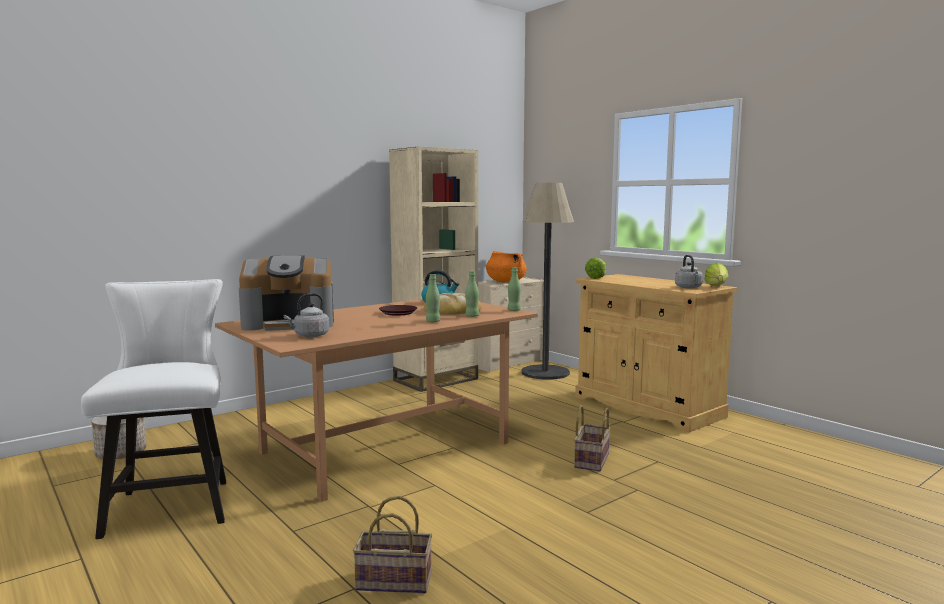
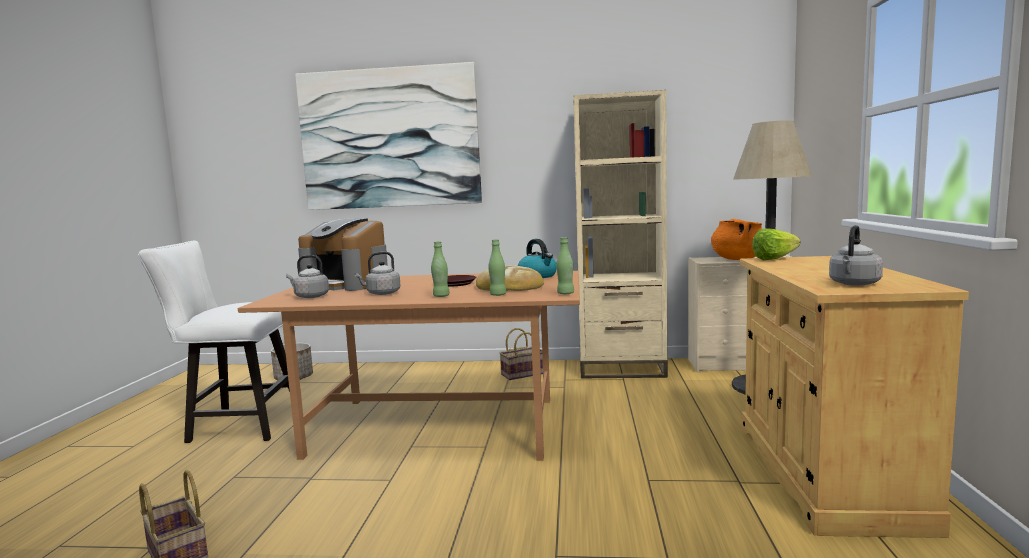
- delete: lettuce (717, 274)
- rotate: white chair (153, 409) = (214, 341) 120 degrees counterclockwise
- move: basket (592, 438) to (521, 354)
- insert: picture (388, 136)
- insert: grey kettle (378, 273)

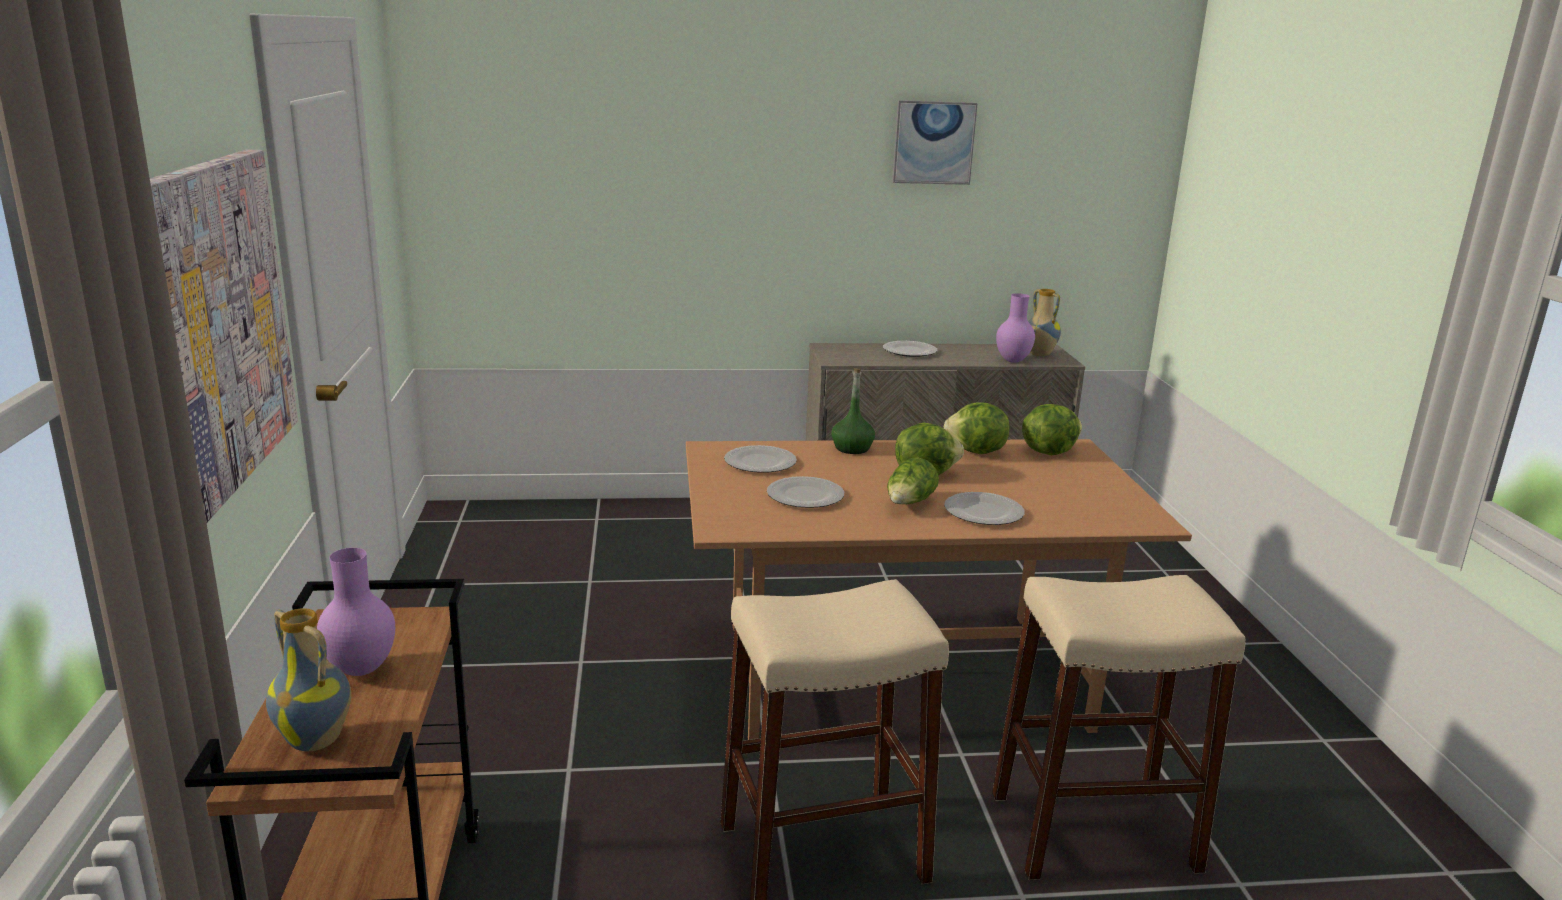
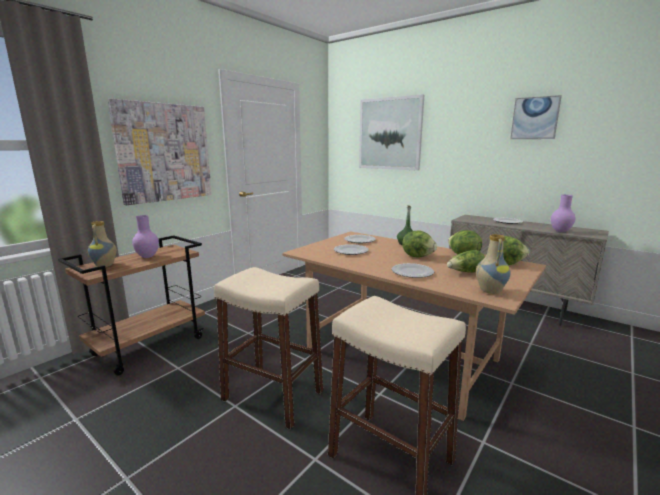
- move: vase (1044, 322) to (493, 264)
- move: lettuce (913, 480) to (466, 261)
- insert: picture (391, 132)

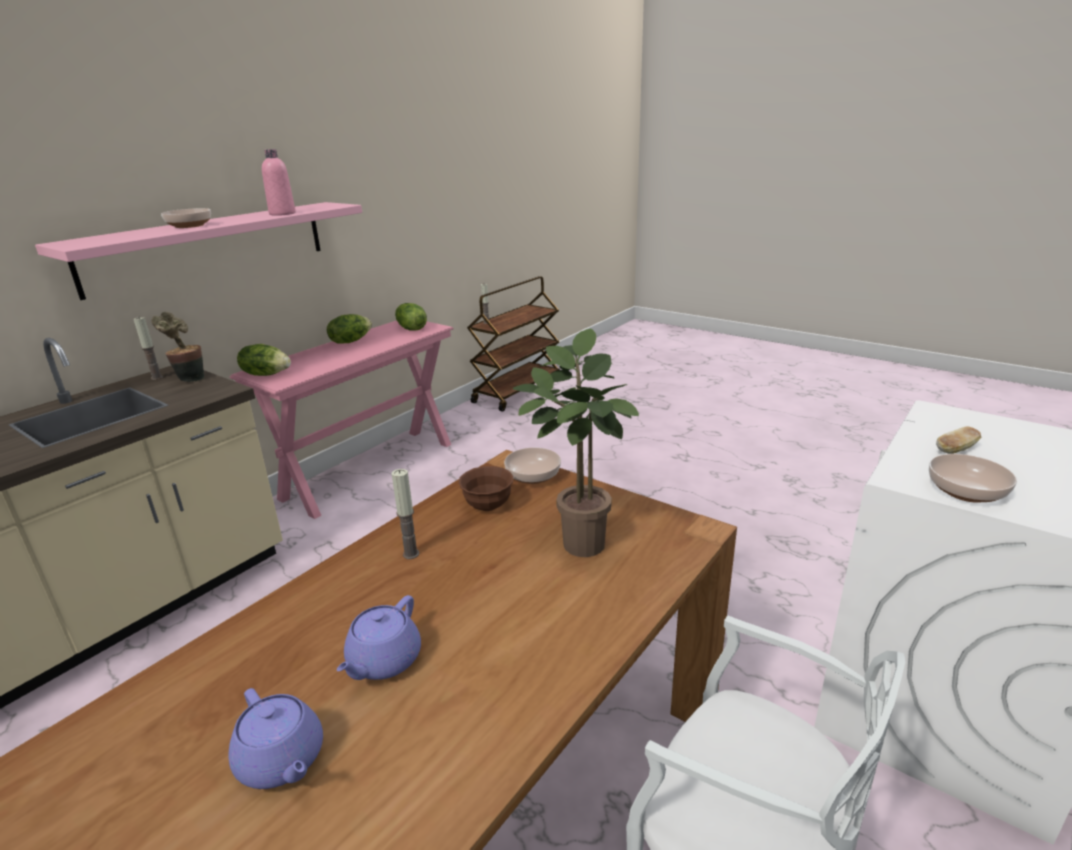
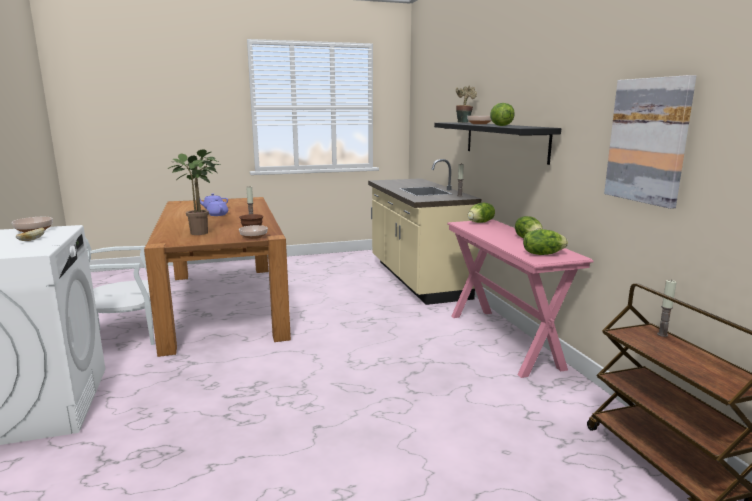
- replace: pink bottle (279, 182) to lettuce (502, 114)
- recolor: pink shelf (198, 251) to black shelf (497, 143)
- move: potted plant (177, 347) to (466, 104)
- insert: picture (650, 142)

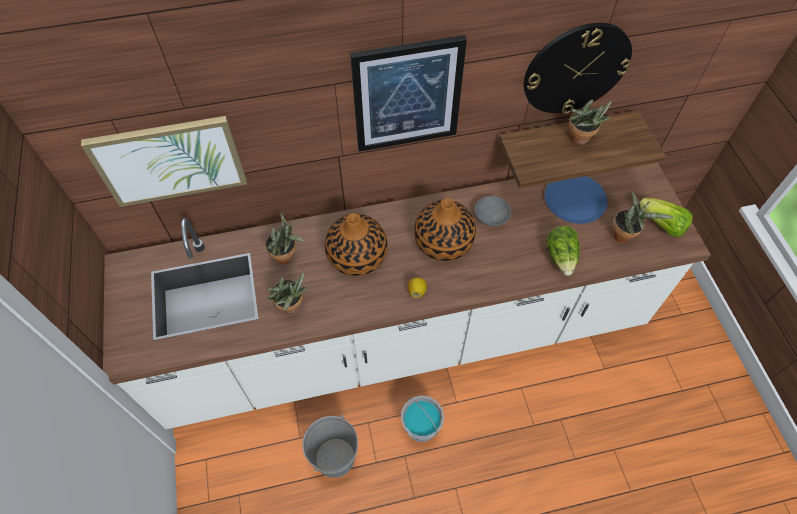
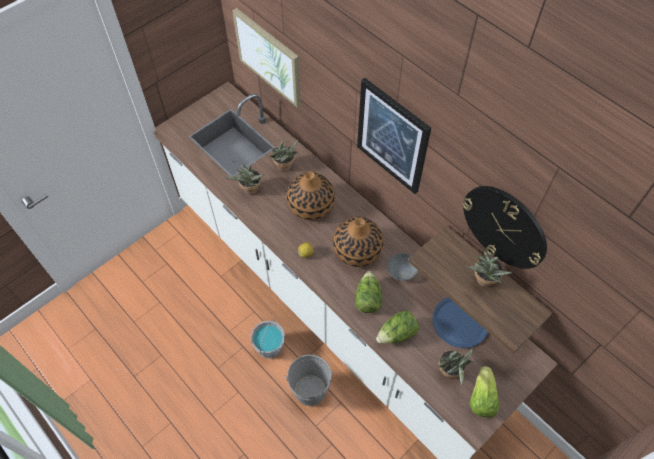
- move: grey bucket (330, 445) to (309, 380)
- insert: lettuce (369, 292)

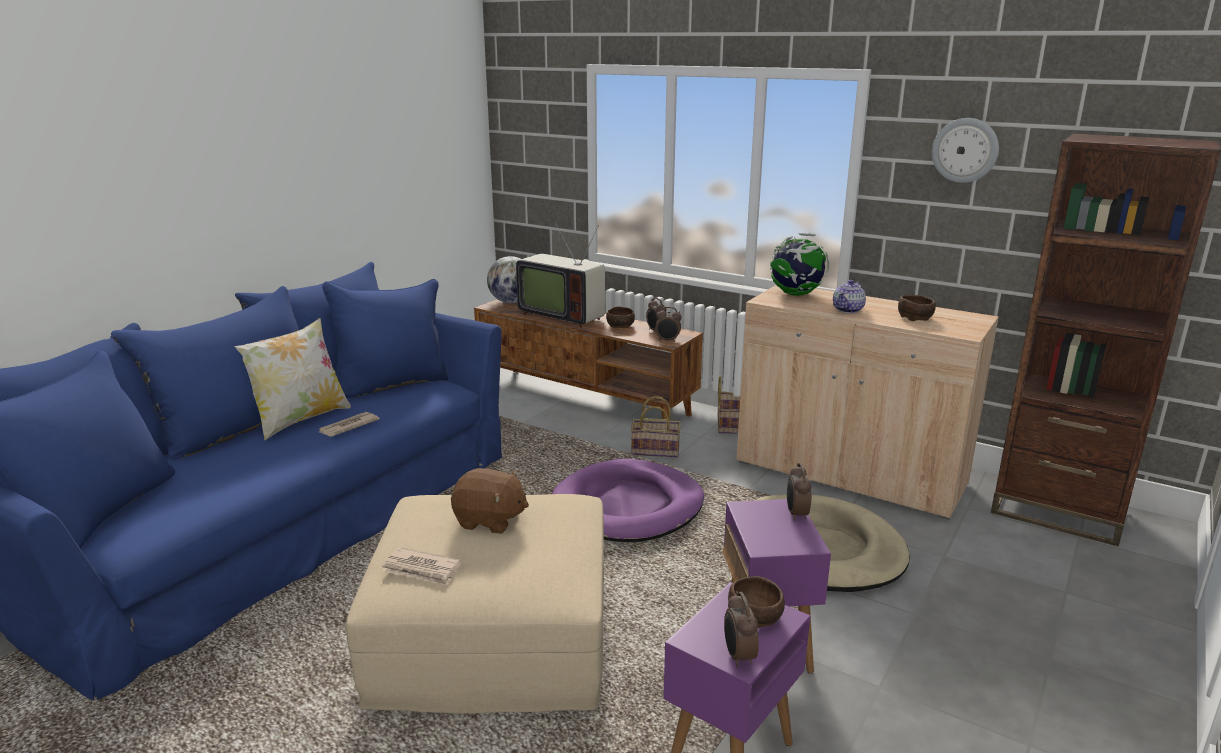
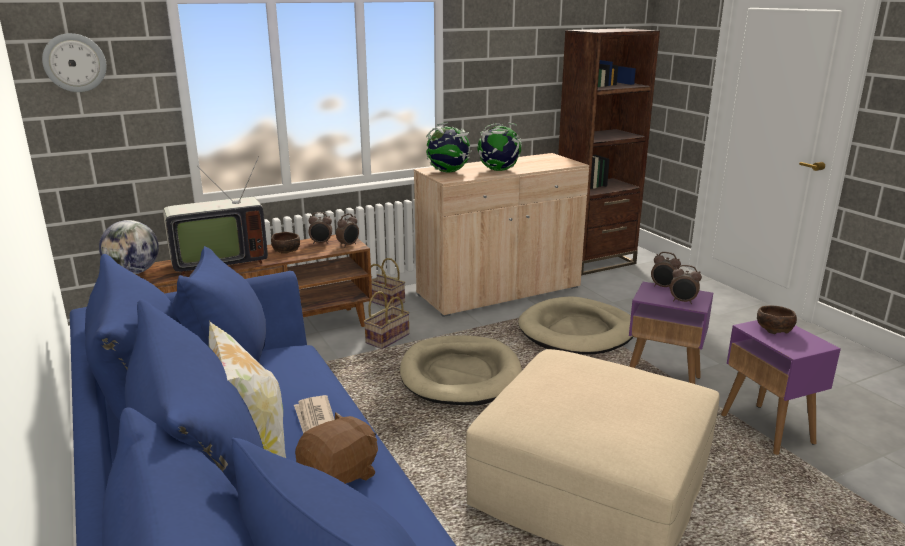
- move: wall clock (965, 150) to (74, 62)
- replace: teapot (849, 296) to globe (499, 146)
- delete: brown bowl (917, 308)
- recolor: purple dog bed (628, 500) to beige dog bed (461, 370)
- move: brown plush toy (490, 501) to (336, 448)
- delete: newspaper (421, 566)
- move: alarm clock (741, 629) to (686, 284)

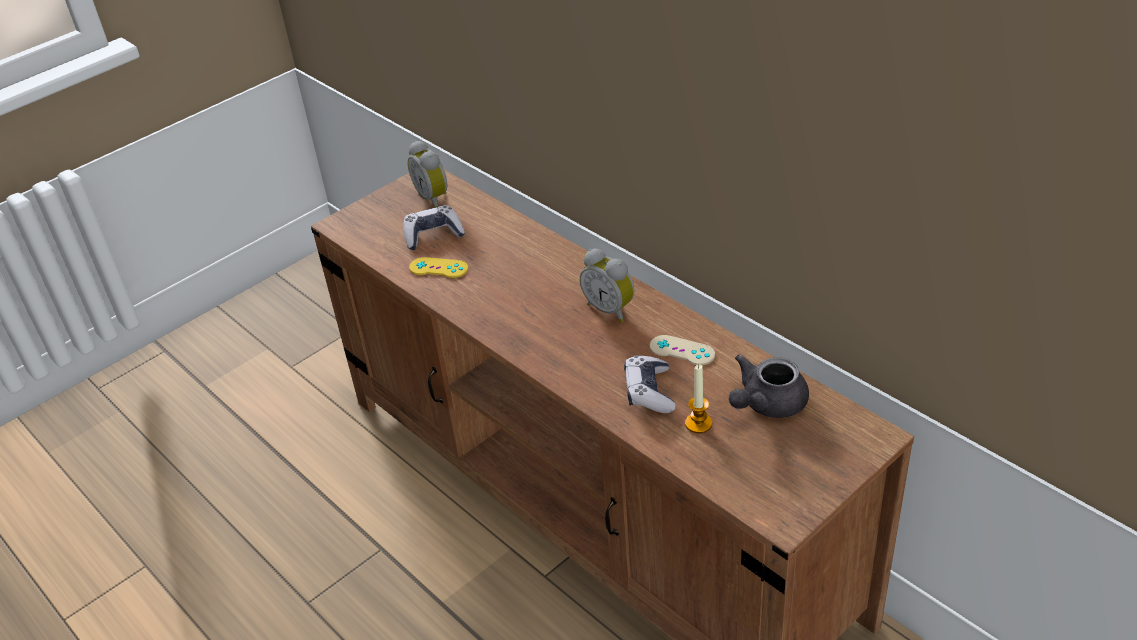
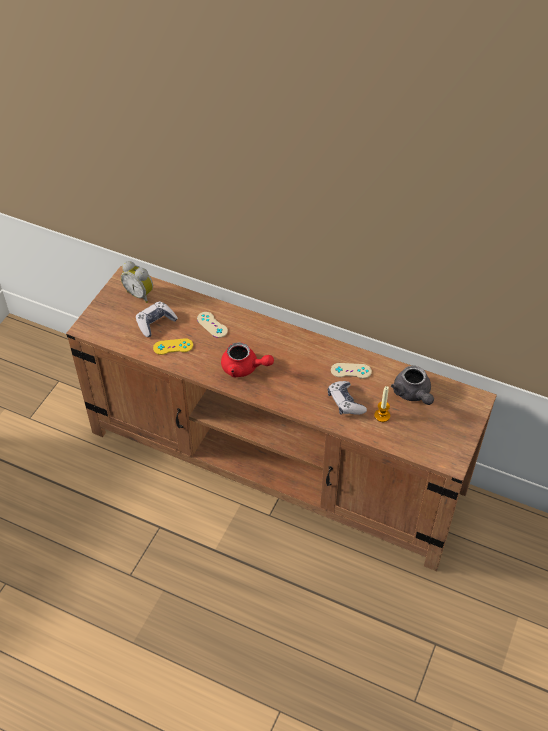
- delete: alarm clock (607, 286)
- rotate: grey teapot (769, 386) = (412, 385) 45 degrees counterclockwise
- insert: beige game controller (212, 325)
- insert: red teapot (247, 360)

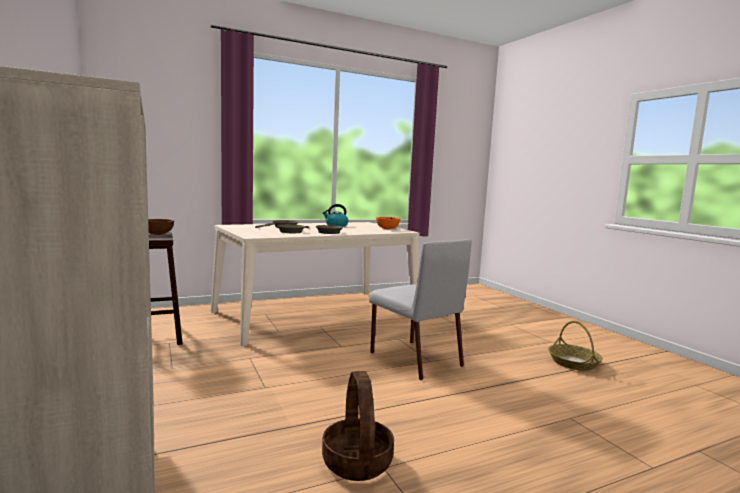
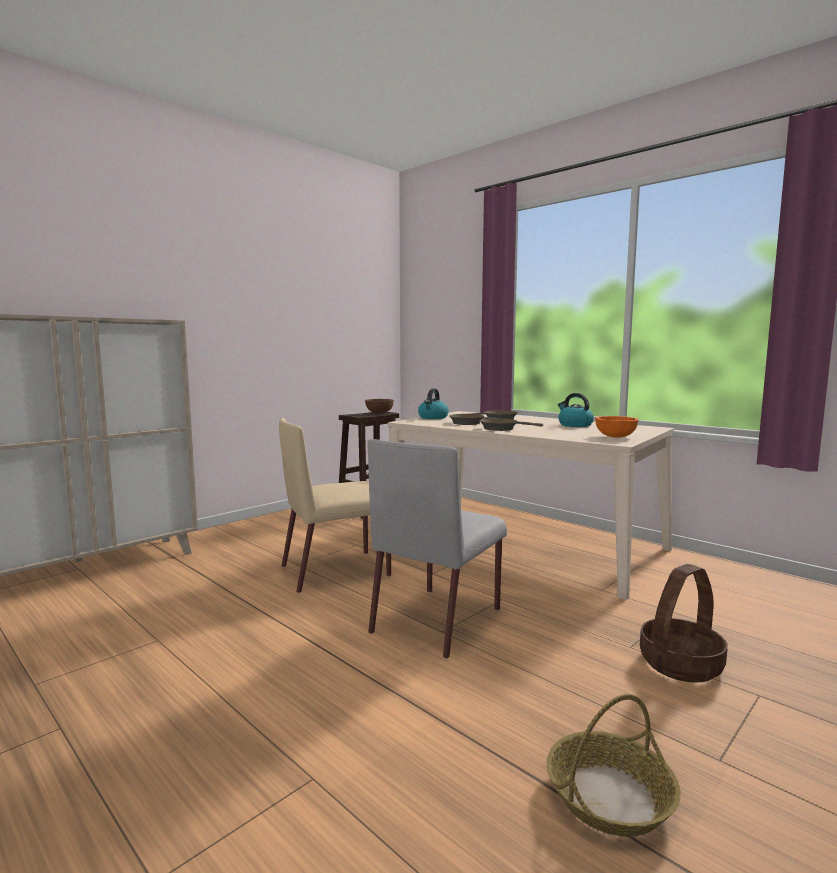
- move: basket (358, 426) to (684, 623)
- insert: kettle (433, 404)
- insert: beige chair (335, 505)

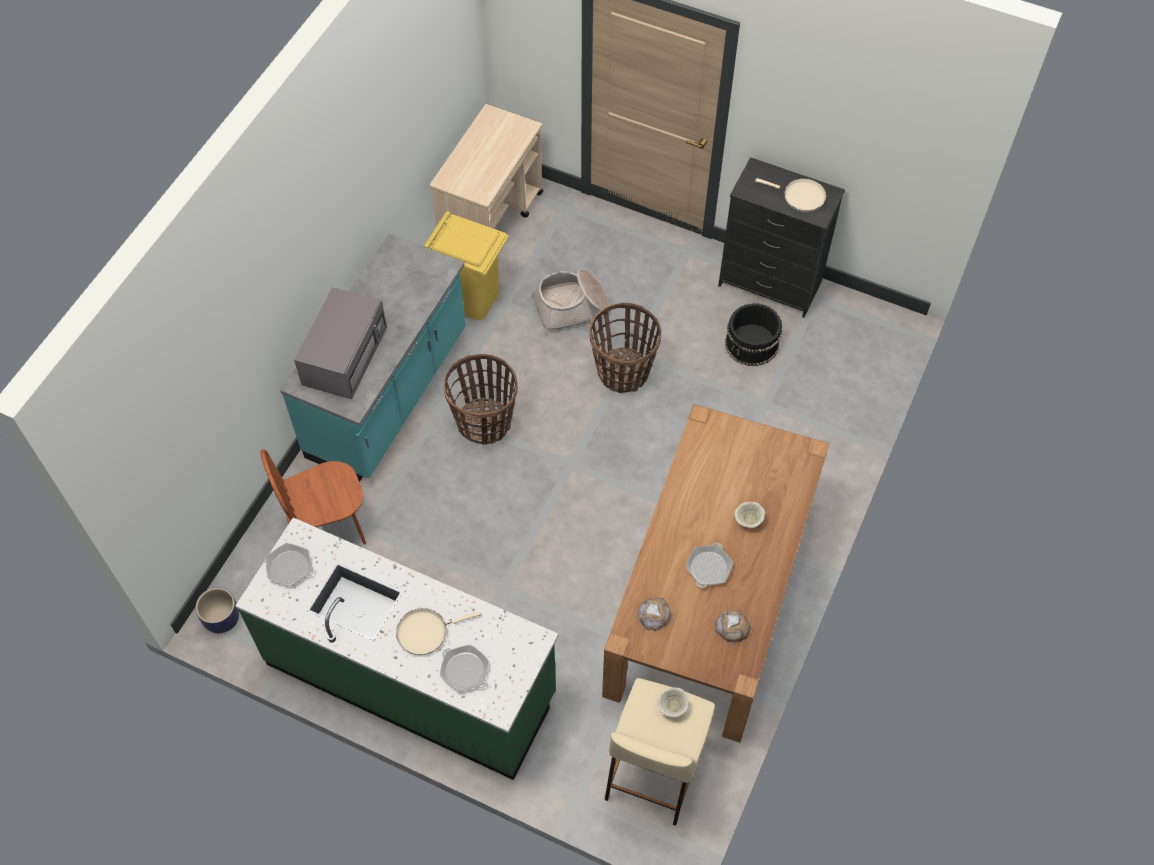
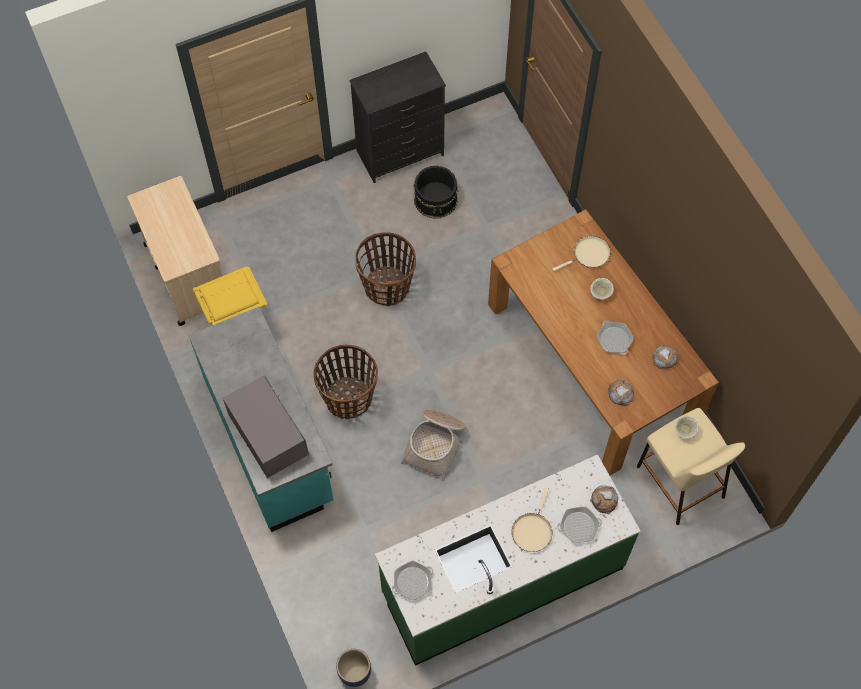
- move: beige frying pan (790, 195) to (581, 253)
- move: basket (570, 302) to (433, 445)
- delete: brown chair (313, 497)
- insert: bread (604, 499)

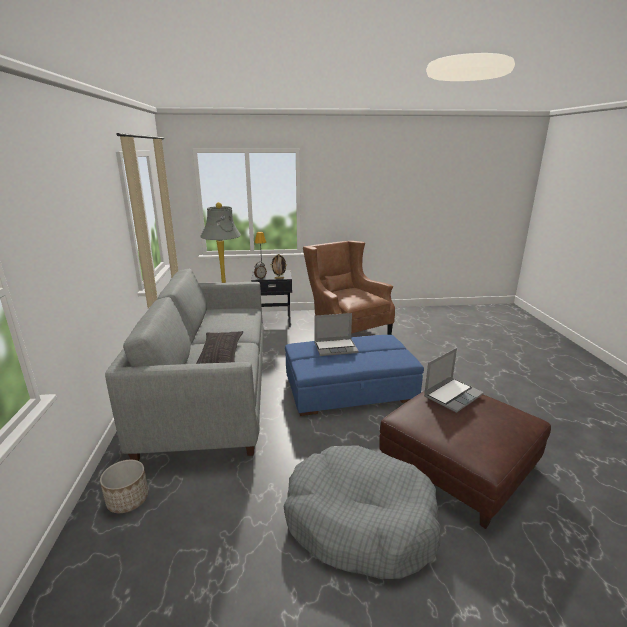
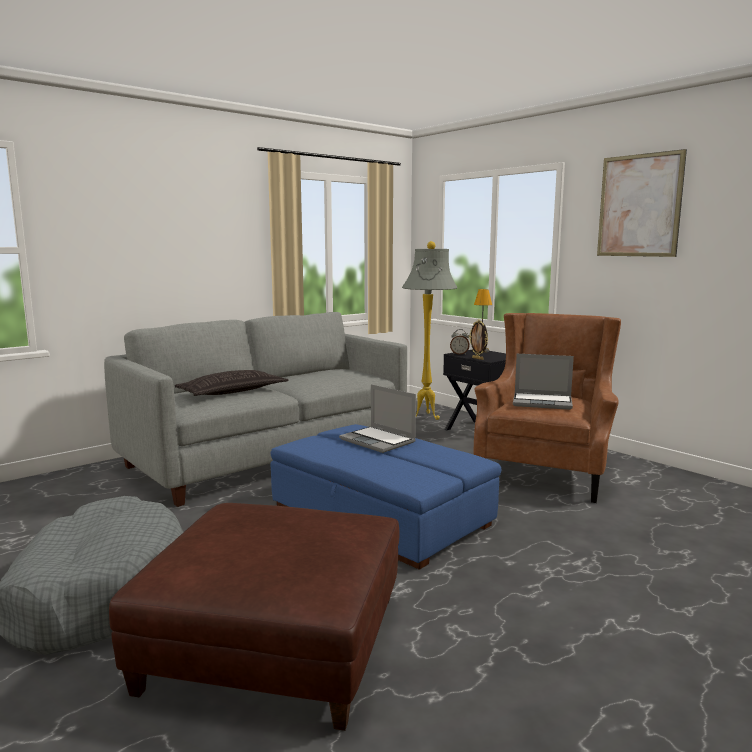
- move: laptop (454, 380) to (543, 382)
- delete: planter (124, 486)
- insert: picture (642, 203)

